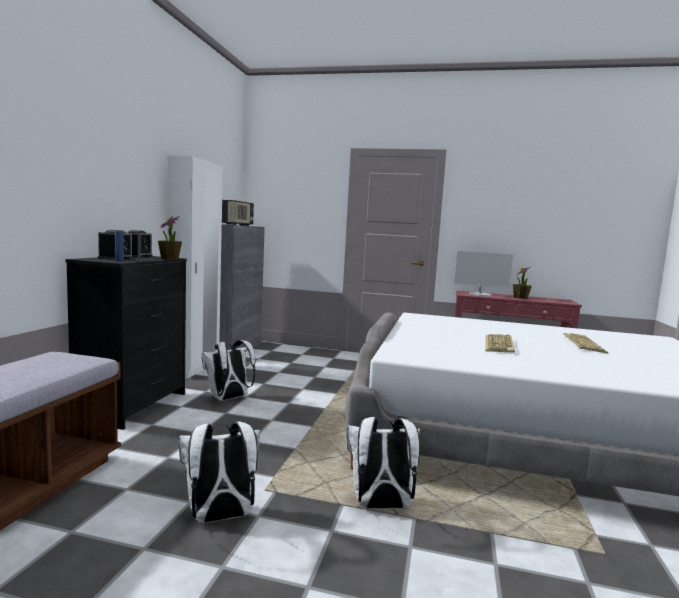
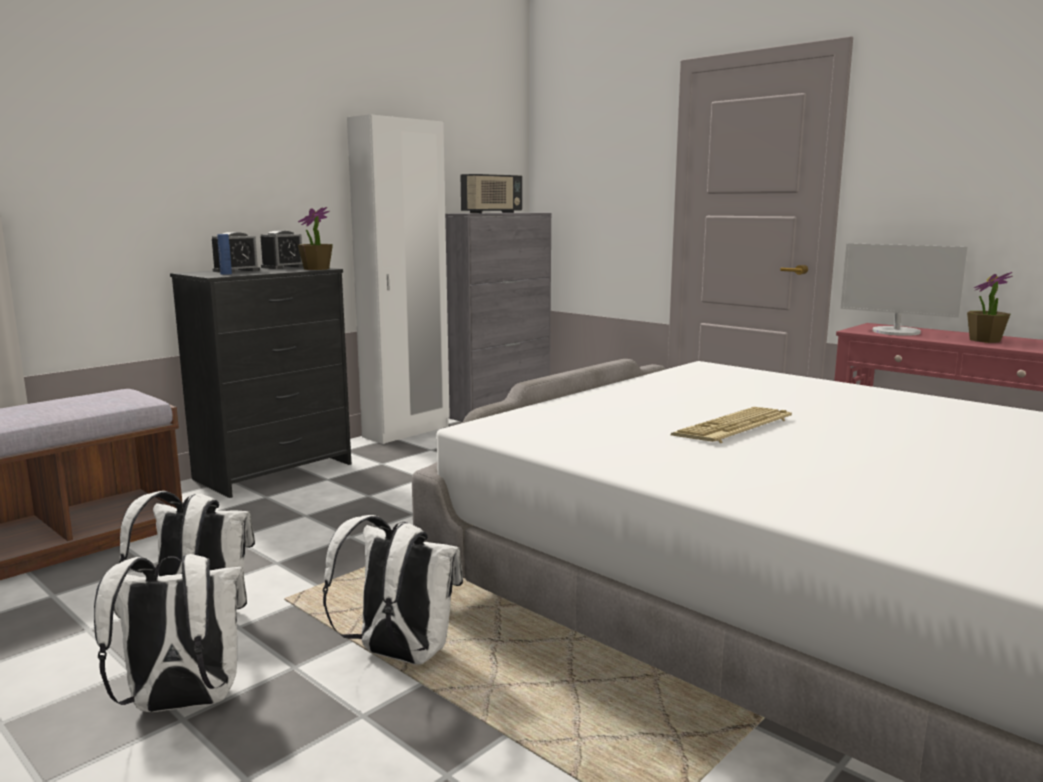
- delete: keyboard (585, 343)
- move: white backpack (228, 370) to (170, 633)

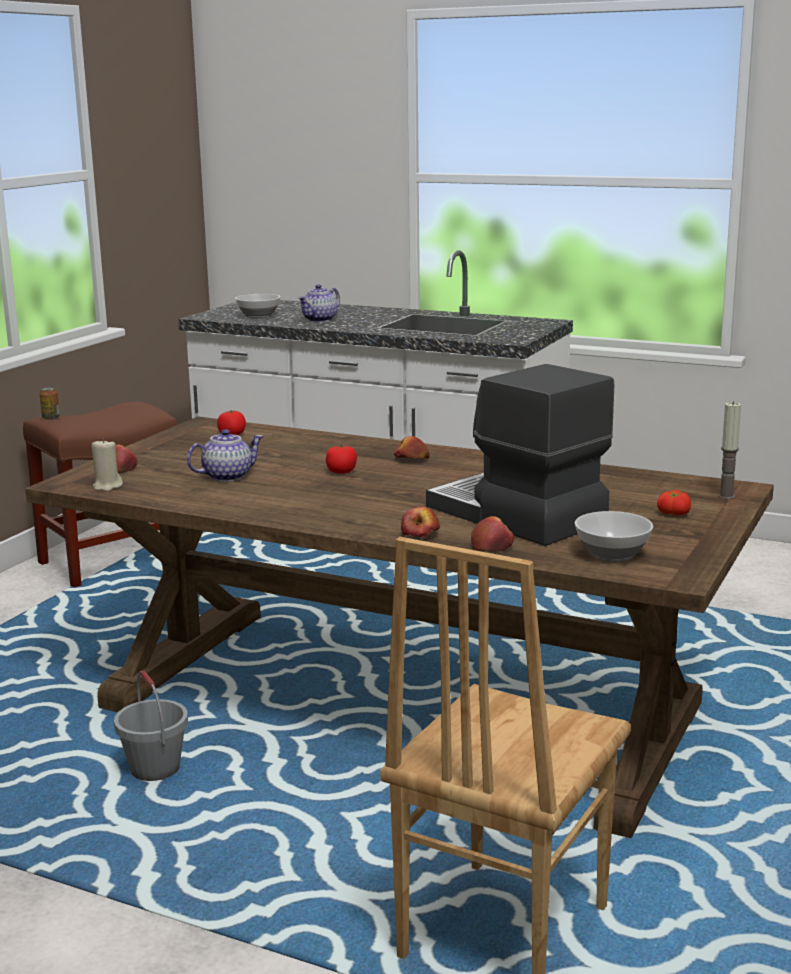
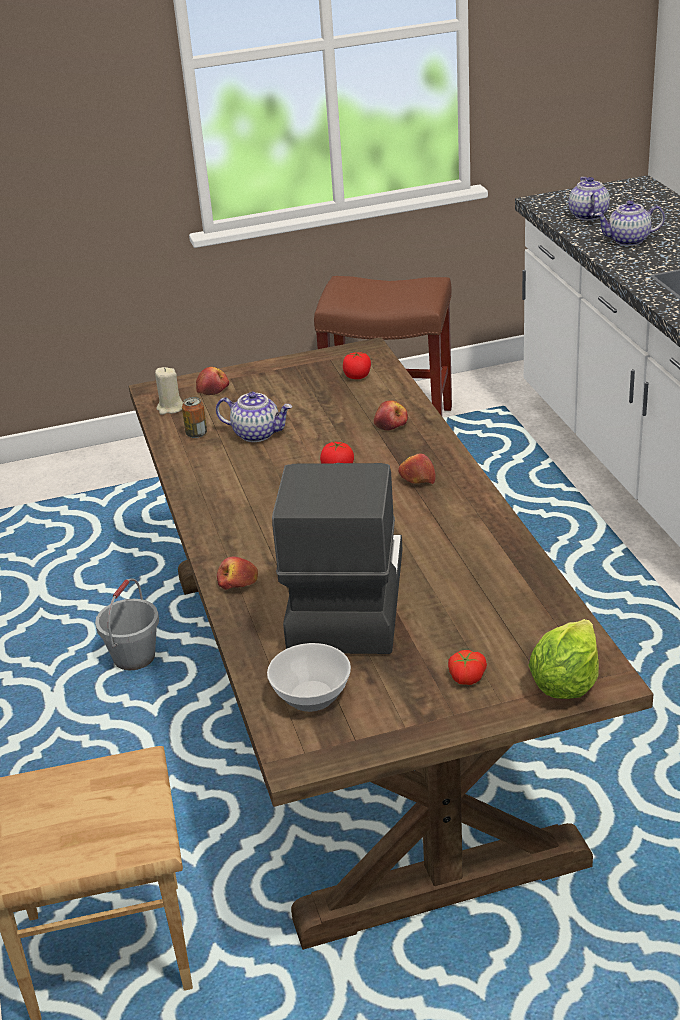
- replace: bowl (258, 306) to teapot (589, 199)
- move: can (50, 403) to (194, 417)
- replace: candle (729, 450) to lettuce (563, 659)
- move: apple (492, 534) to (391, 415)

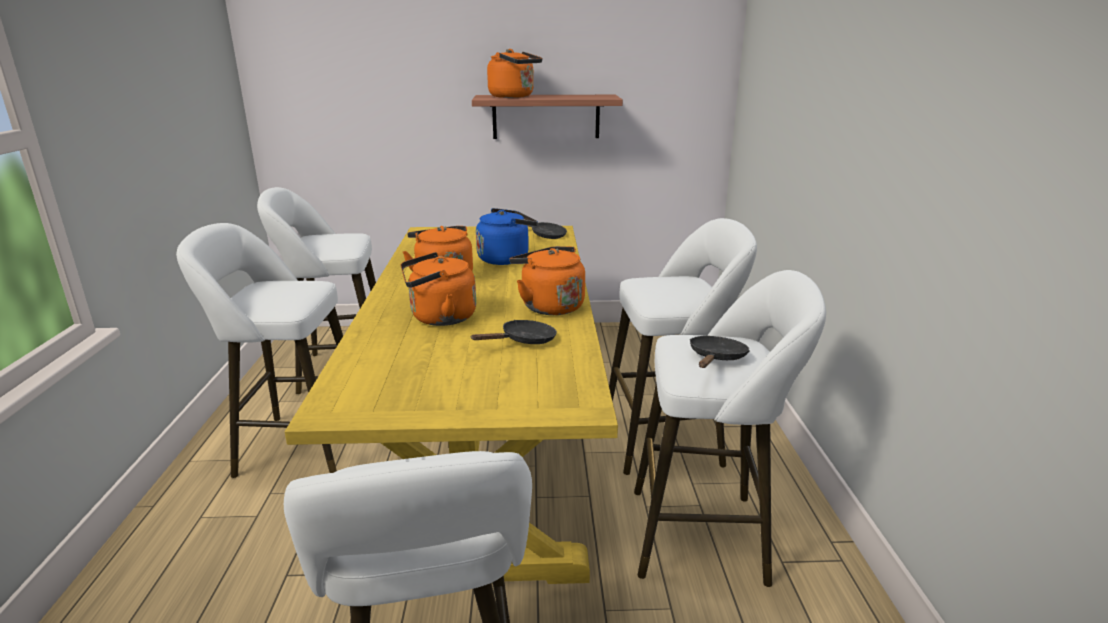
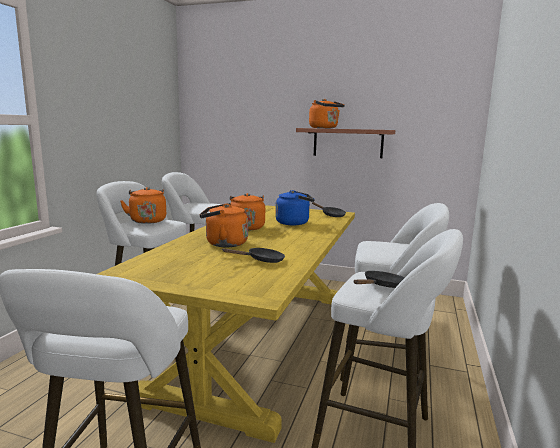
- move: orange kettle (547, 280) to (143, 205)

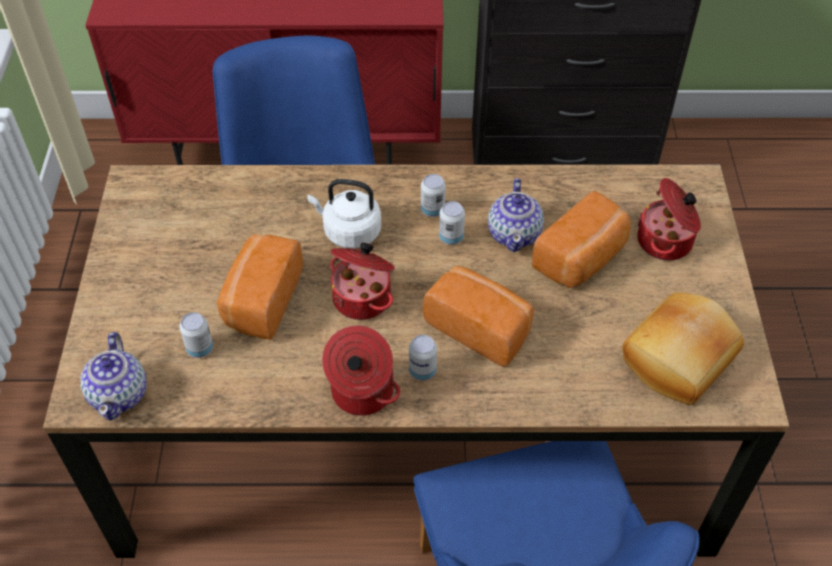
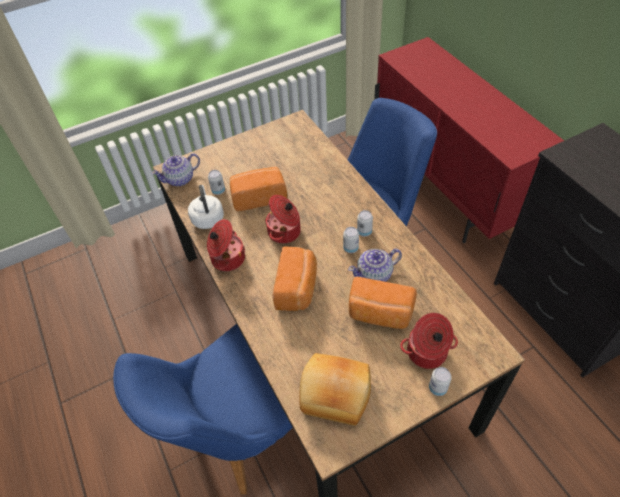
- move: white kettle (344, 214) to (206, 207)
- move: can (423, 358) to (440, 381)

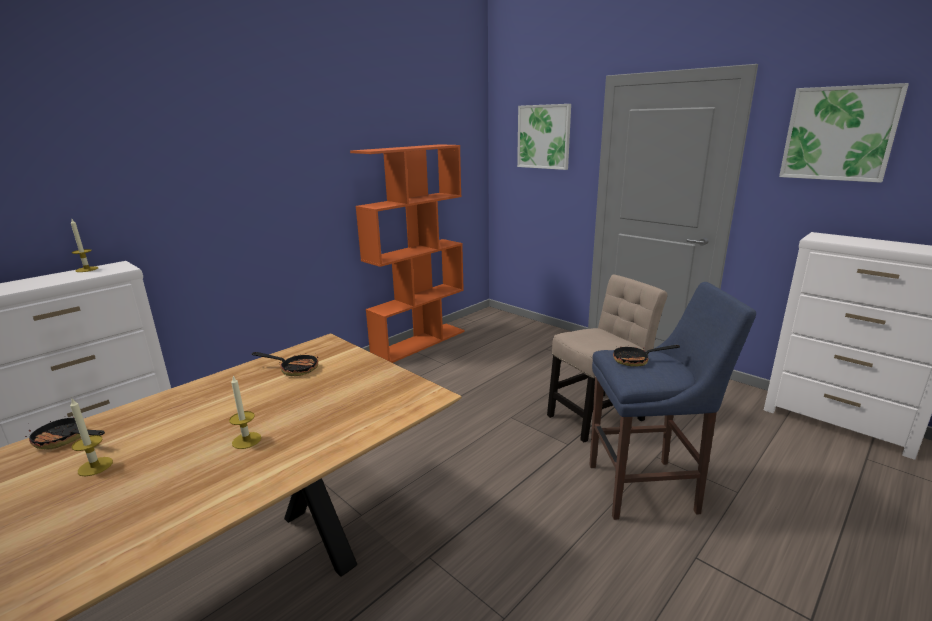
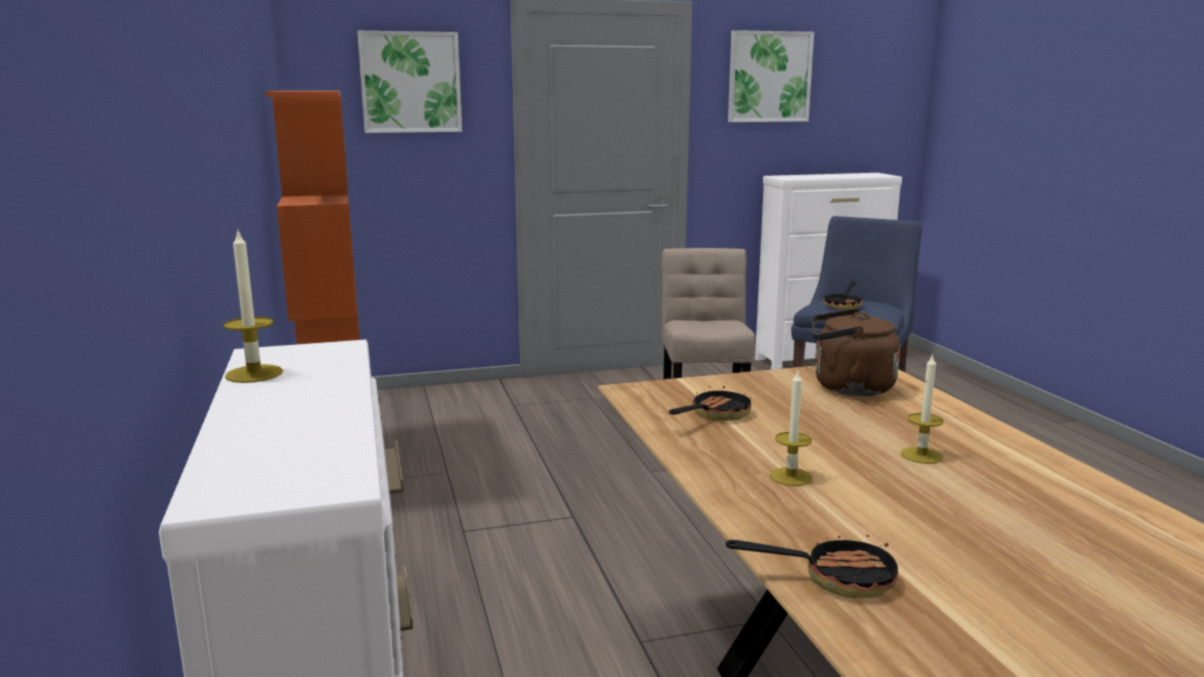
- move: candle (91, 437) to (791, 428)
- rotate: frying pan (65, 433) = (812, 566) 135 degrees counterclockwise
- insert: brown kettle (856, 352)

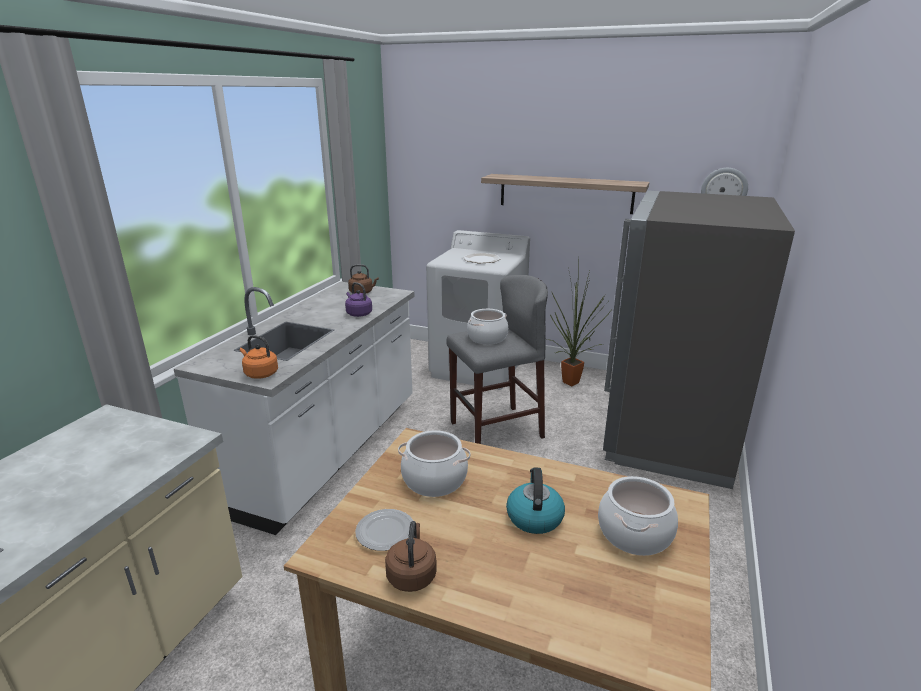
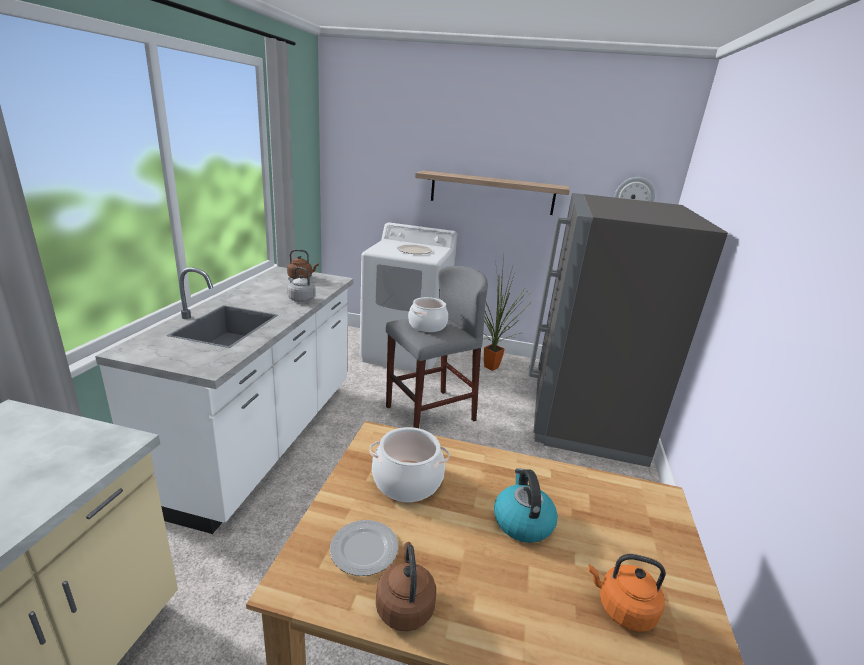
- recolor: purple kettle (358, 299) to grey kettle (302, 284)
- move: orange kettle (259, 357) to (627, 593)
- delete: cooking pot (638, 516)

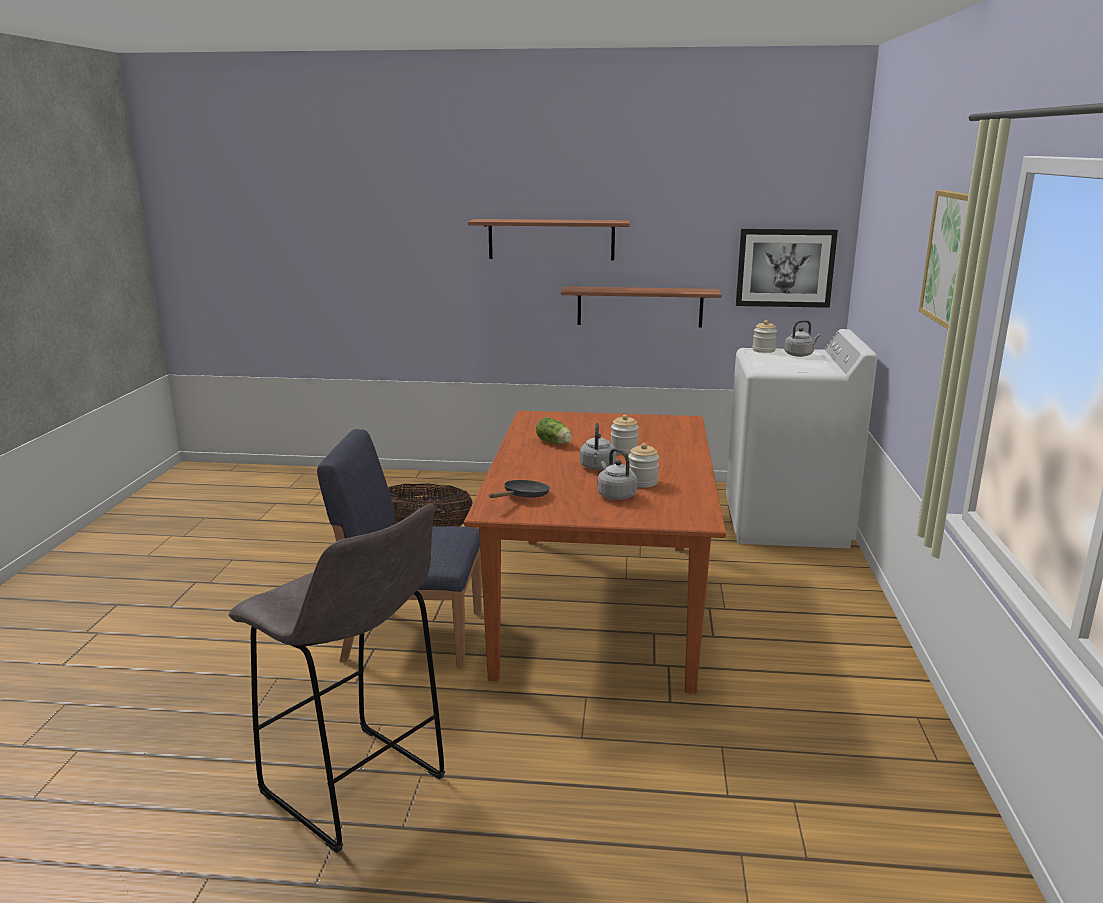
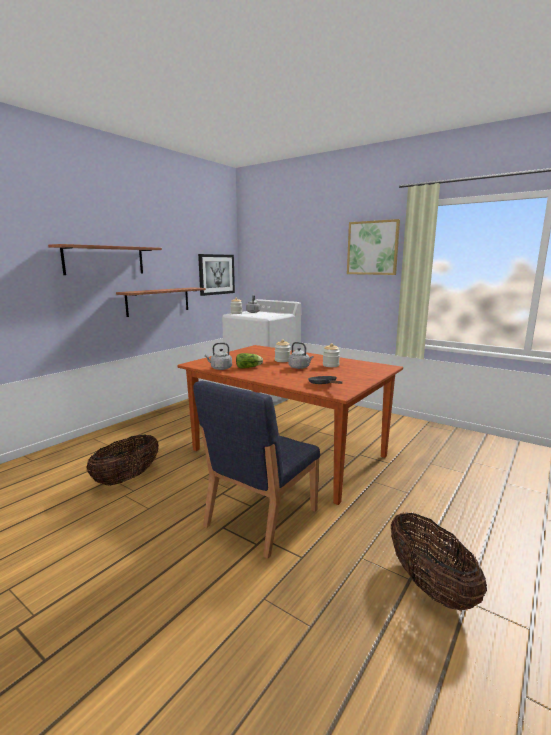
- move: grey kettle (617, 474) to (218, 356)
- replace: grey stool (336, 678) to basket (439, 561)

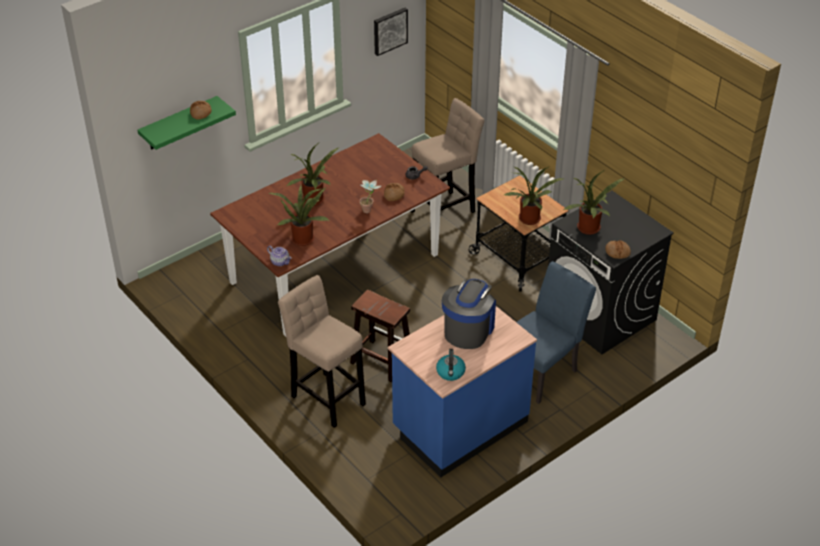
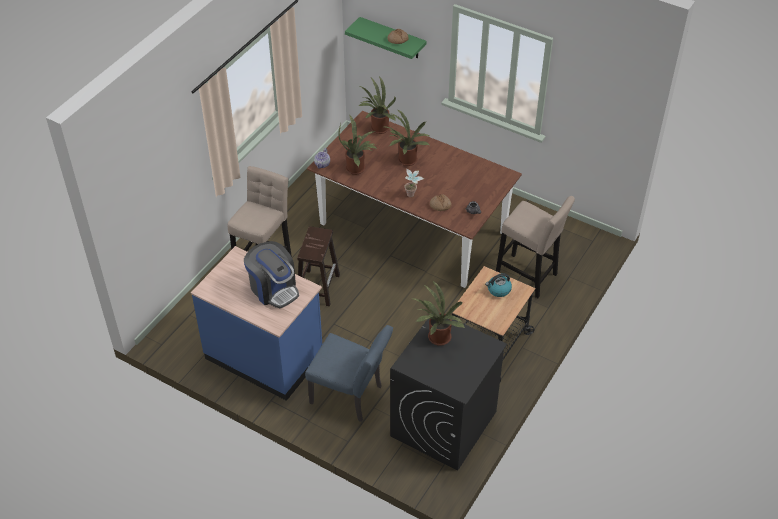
- delete: picture (391, 32)
- move: potted plant (534, 195) to (377, 105)
- delete: bread (618, 249)
- rotate: coffee machine (469, 314) = (271, 274) 45 degrees clockwise
- move: kettle (451, 365) to (498, 285)

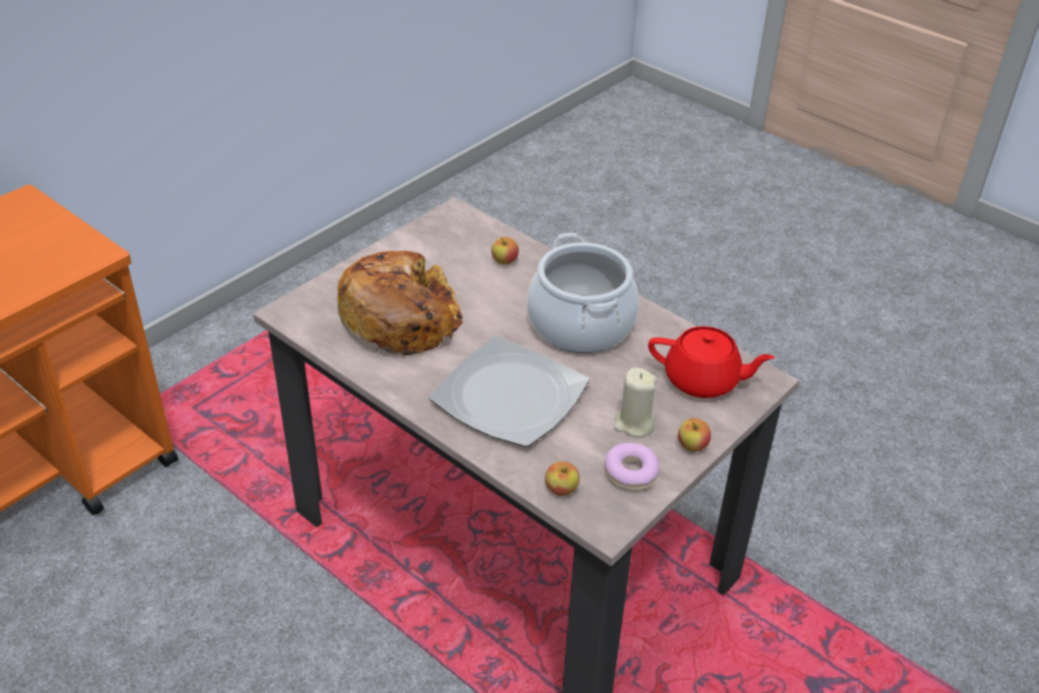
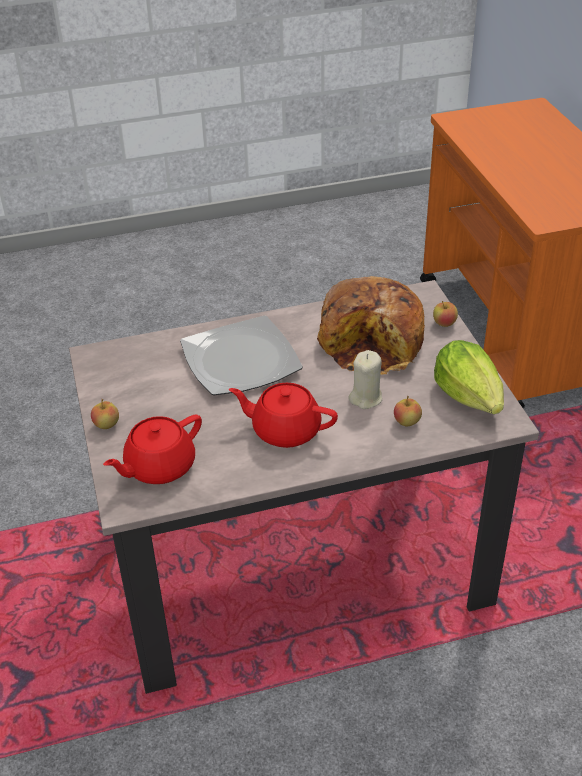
- replace: cooking pot (583, 293) to red teapot (283, 415)
- move: beige candle (635, 402) to (365, 379)
- delete: donut (631, 467)
- move: apple (562, 478) to (445, 314)
- insert: lettuce (469, 377)

